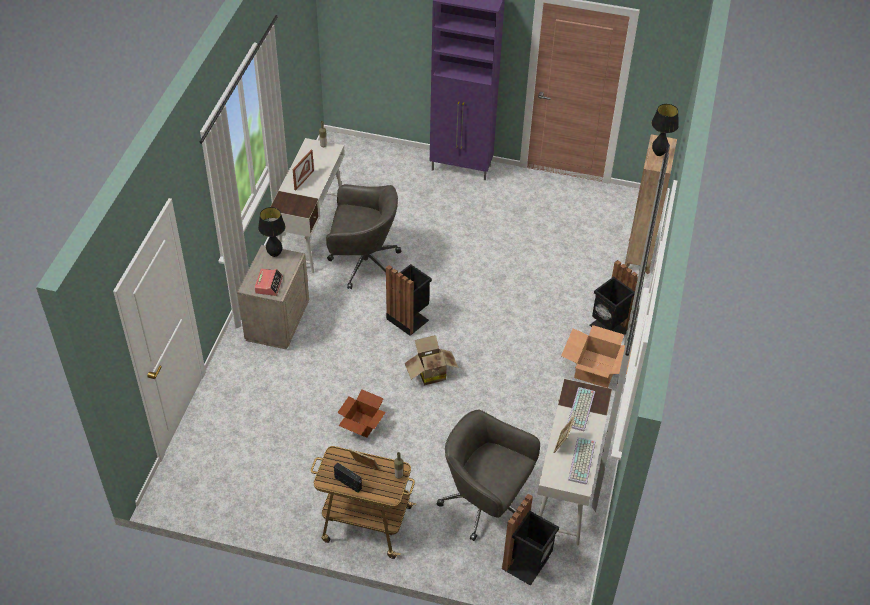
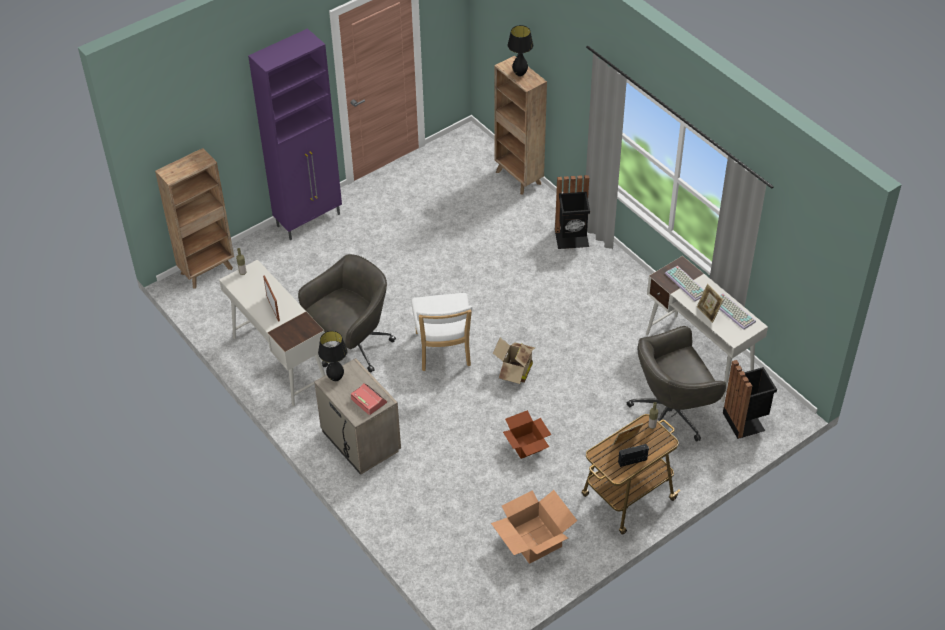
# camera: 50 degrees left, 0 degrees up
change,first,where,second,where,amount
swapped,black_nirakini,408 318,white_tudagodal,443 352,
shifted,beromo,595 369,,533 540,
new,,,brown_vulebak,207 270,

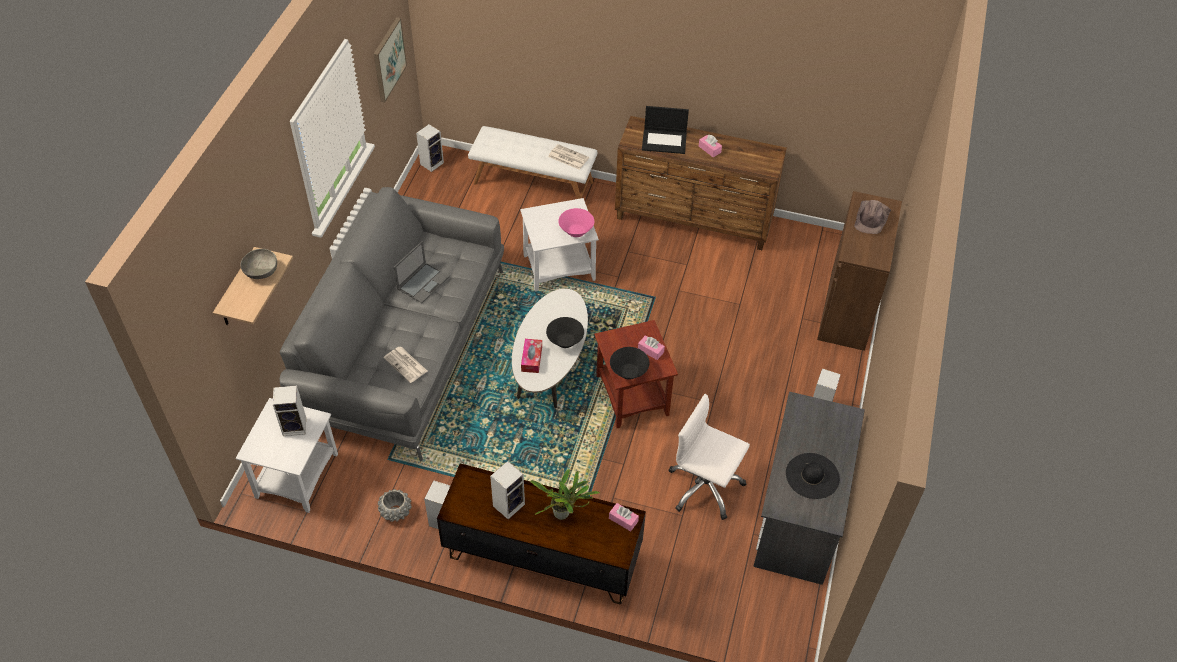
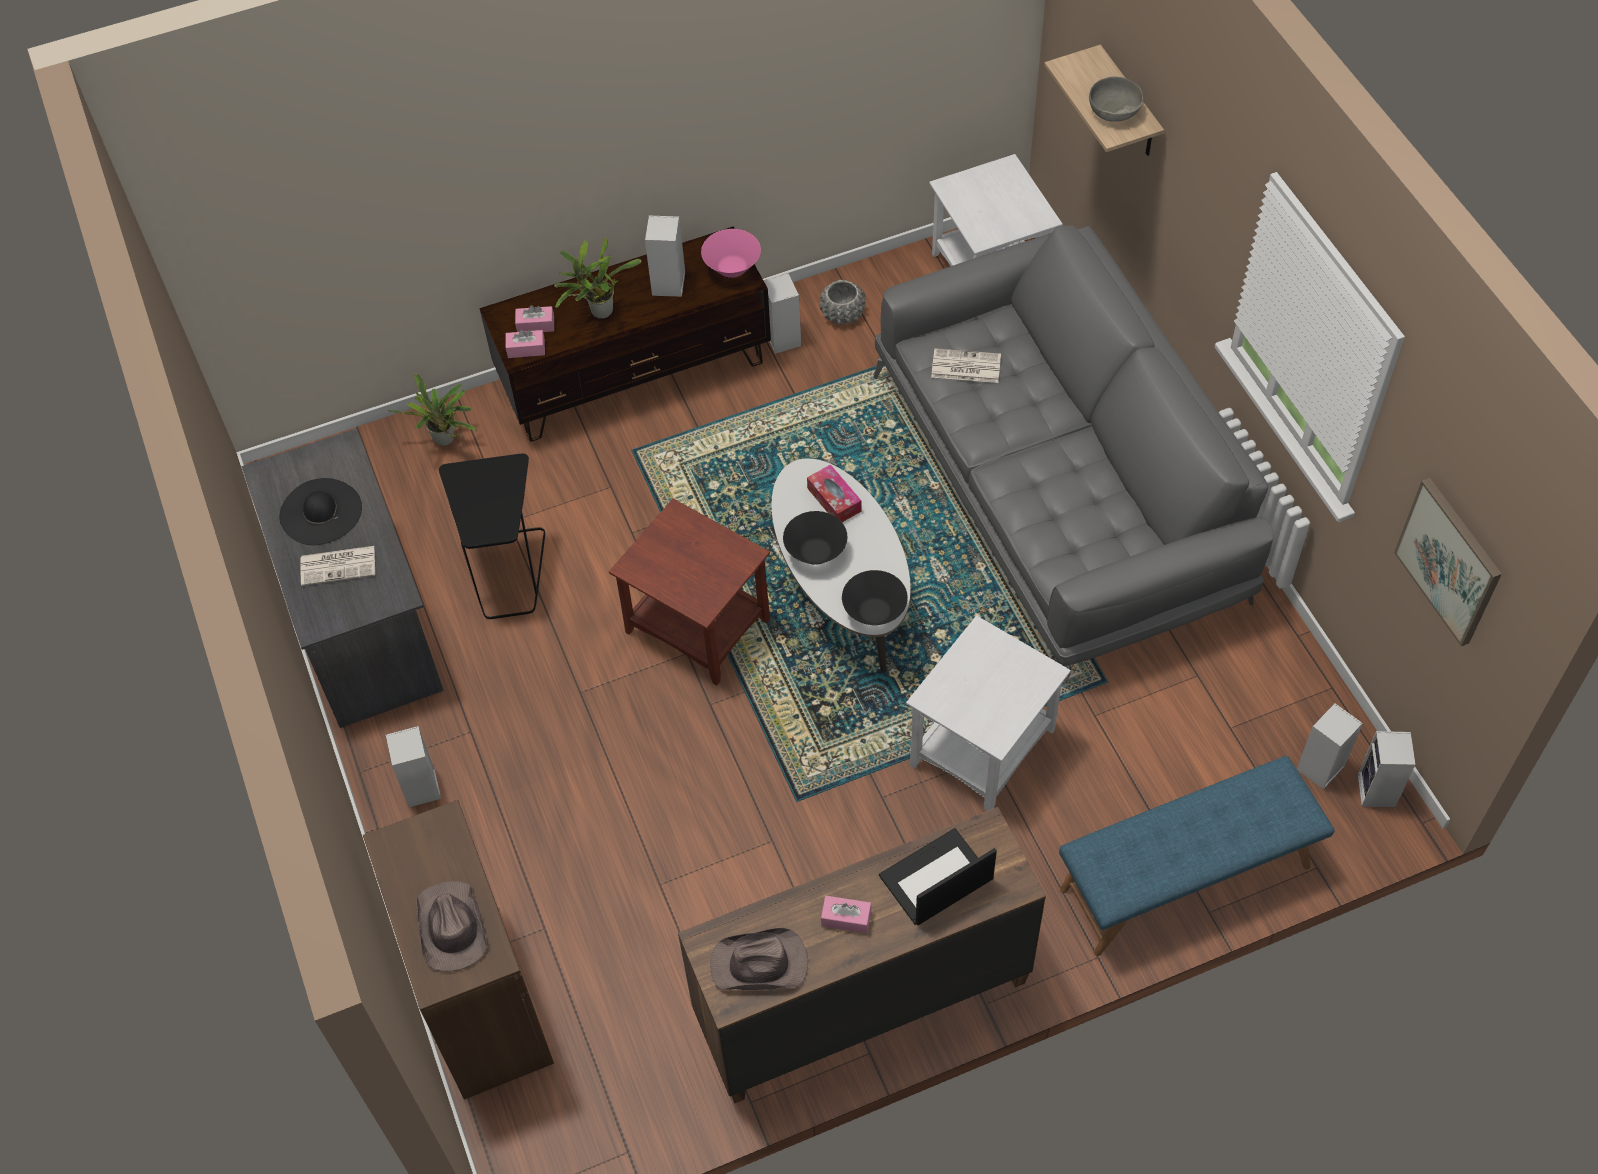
# camera: 145 degrees right, 5 degrees up
change,first,where,second,where,amount
shifted,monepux,295 426,,1320 769,
gone,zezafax,423 282,,,
repainted,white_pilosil,534 182,blue_pilosil,1185 879,
shifted,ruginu,567 157,,339 565,
shifted,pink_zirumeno,576 231,,732 268,
shifted,black_zirumeno,629 372,,874 612,
shifted,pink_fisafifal,650 350,,535 325,
swapped,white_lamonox,705 487,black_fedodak,506 572,
new,,,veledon,445 441,
new,,,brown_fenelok,760 964,

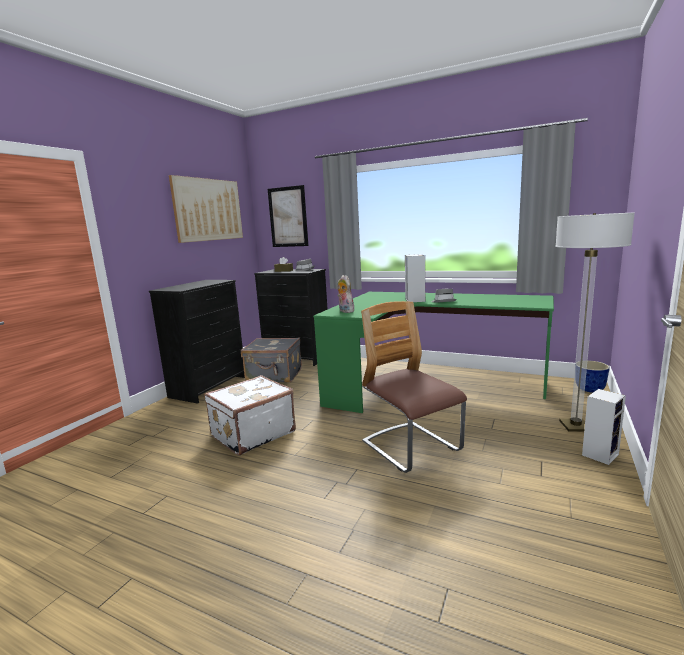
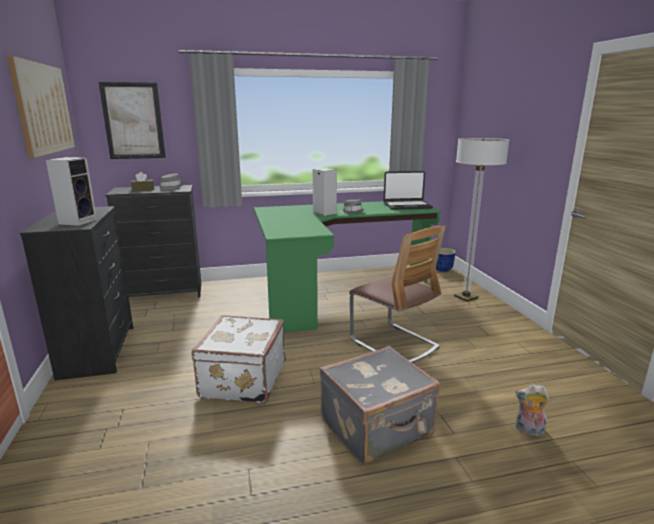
# camera: 40 degrees left, 5 degrees up
change,first,where,second,where,amount
shifted,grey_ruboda,274 376,,378 428,
shifted,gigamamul,345 311,,528 430,
rotated,tudagodal,411 448,,394 344,150 degrees counterclockwise
shifted,monepux,600 454,,78 221,
new,,,zezafax,407 206,

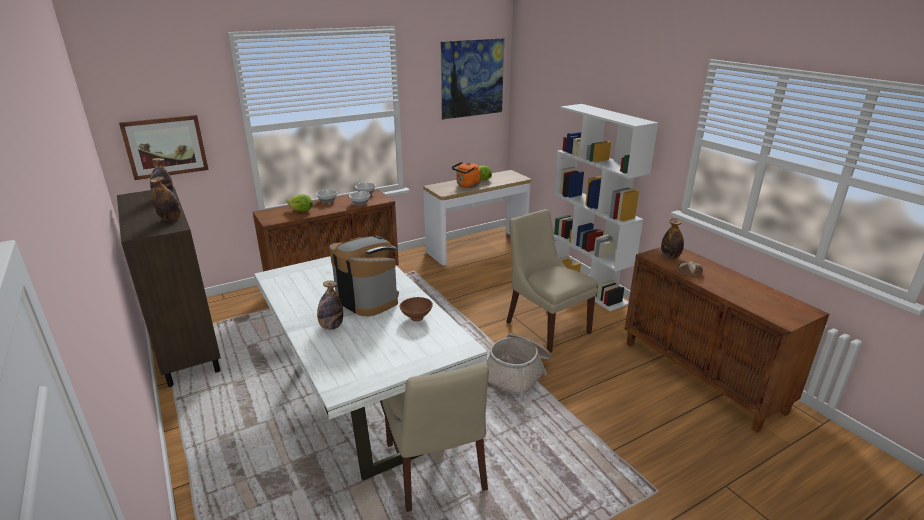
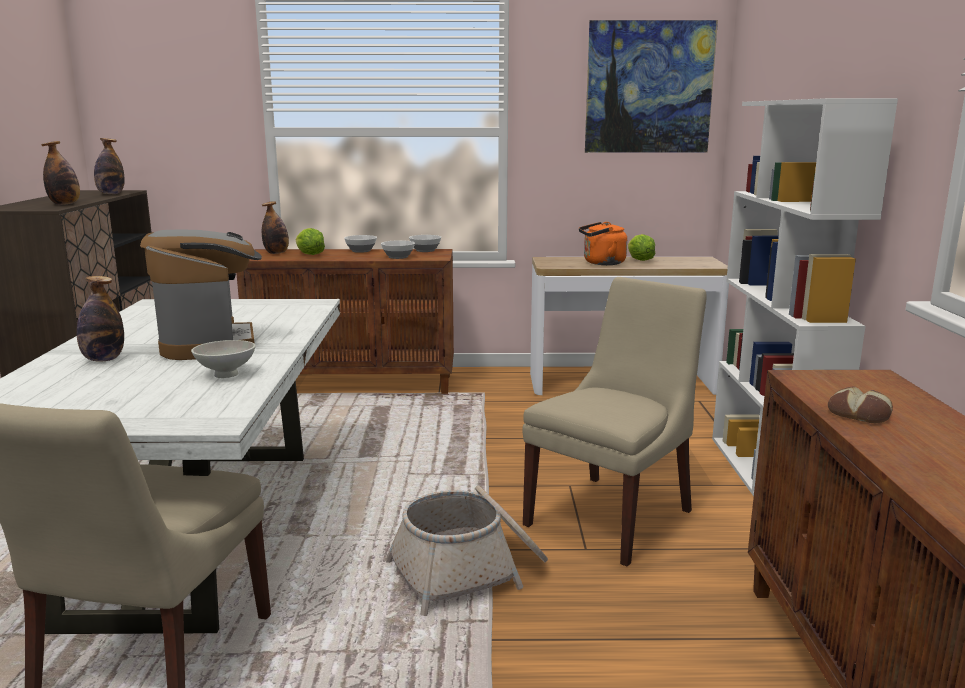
# camera: 30 degrees right, 10 degrees down
change,first,where,second,where,amount
gone,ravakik,165 146,,,
repainted,brown_zirumeno,416 318,white_zirumeno,224 374,
rotated,beige_tudagodal,545 326,,612 515,45 degrees clockwise
shifted,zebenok,670 256,,276 253,

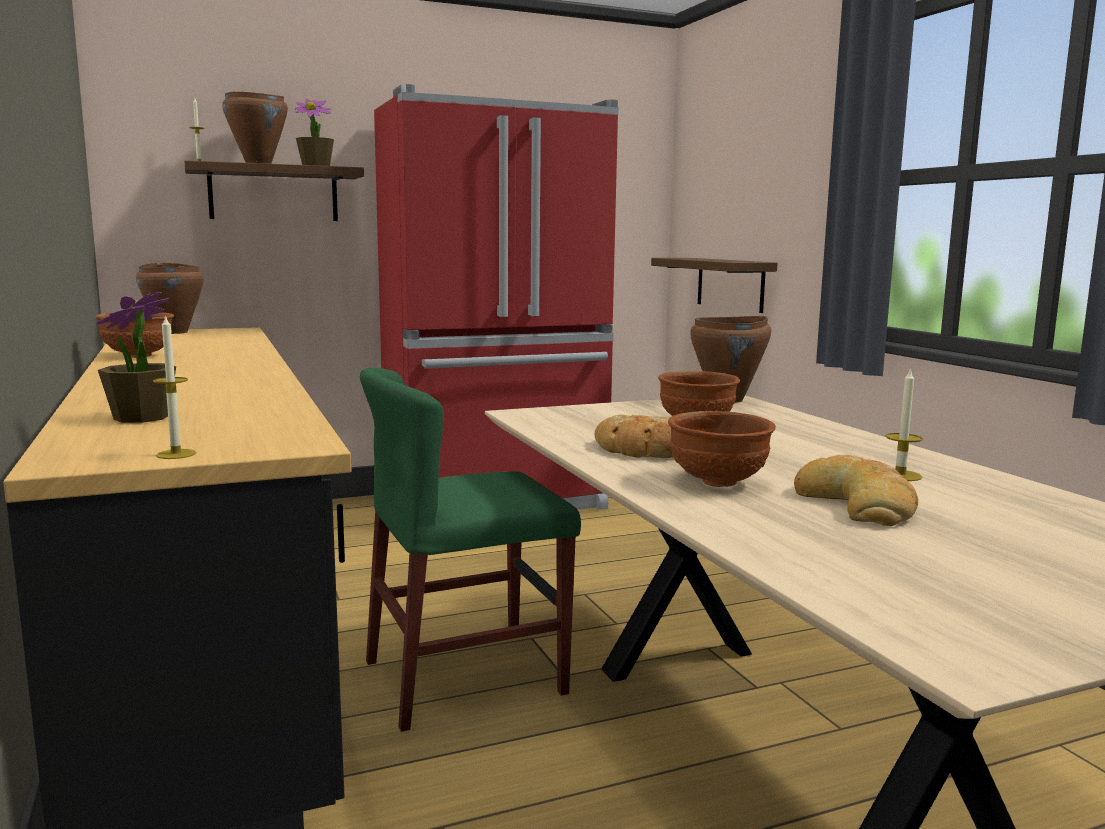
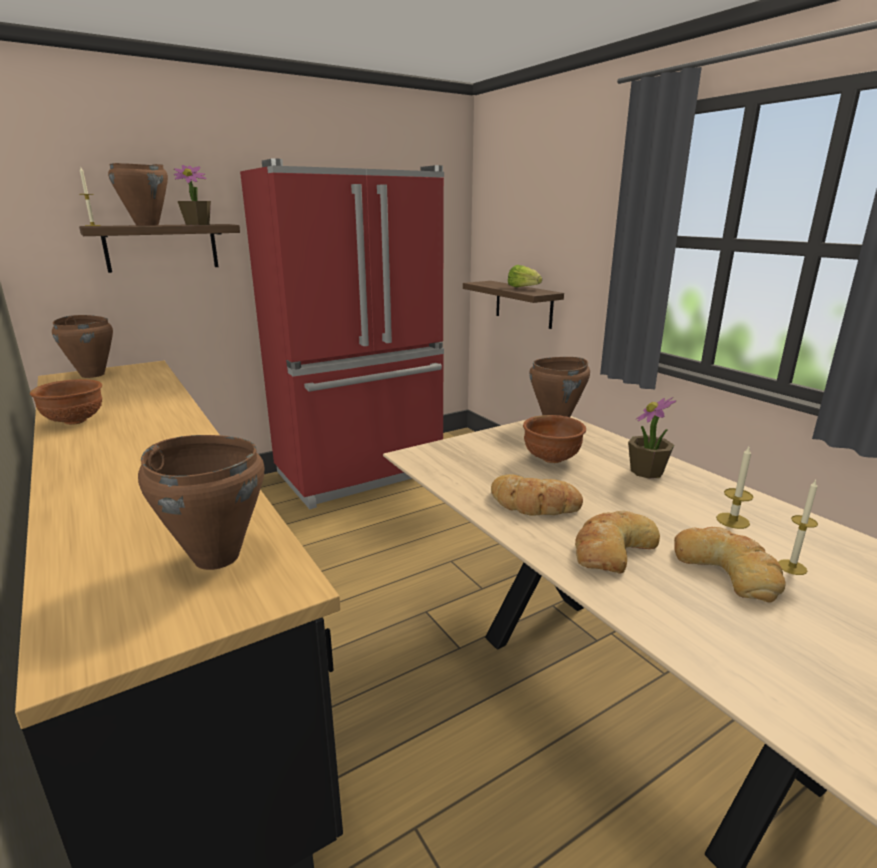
# camera: 10 degrees left, 10 degrees up
change,first,where,second,where,amount
shifted,veledon,141 417,,647 472,
shifted,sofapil,176 454,,792 567,
gone,green_tudagodal,465 677,,,
swapped,brown_zirumeno,718 483,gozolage,611 548,
new,,,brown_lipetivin,216 557,
new,,,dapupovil,523 288,

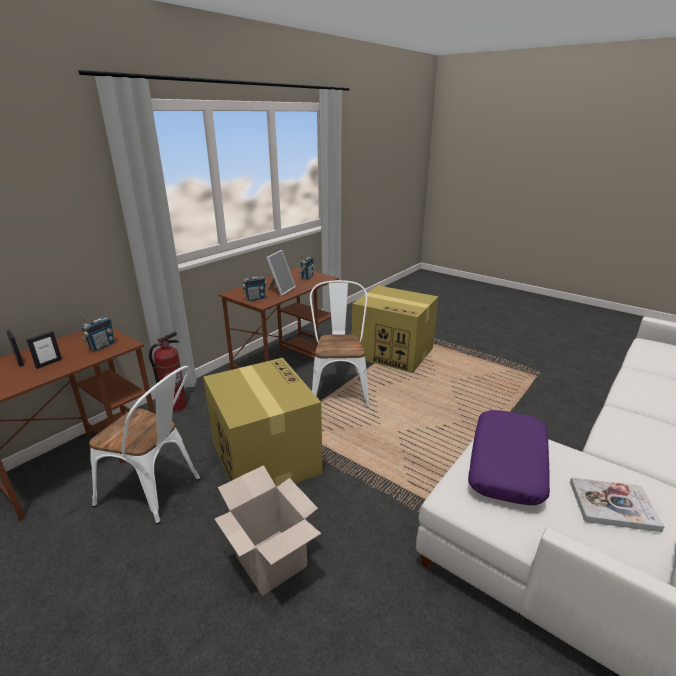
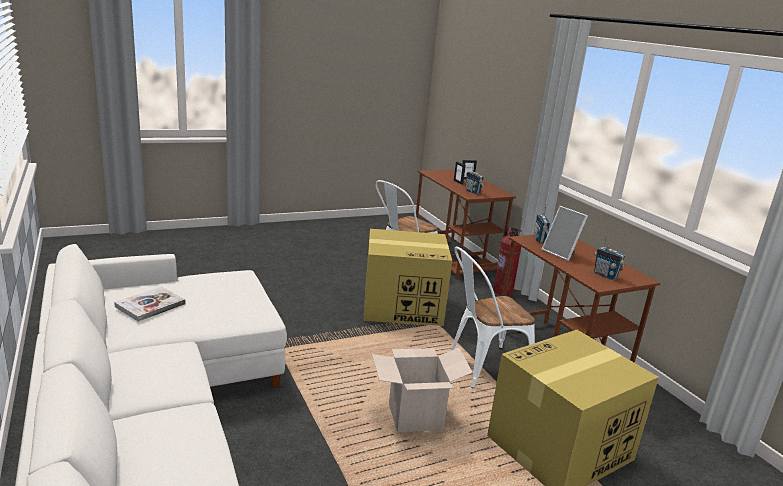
# camera: 115 degrees right, 5 degrees down
change,first,where,second,where,amount
shifted,beromo,271 561,,415 417,
rotated,white_tudagodal,339 389,,482 369,135 degrees clockwise
gone,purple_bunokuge,508 465,,,

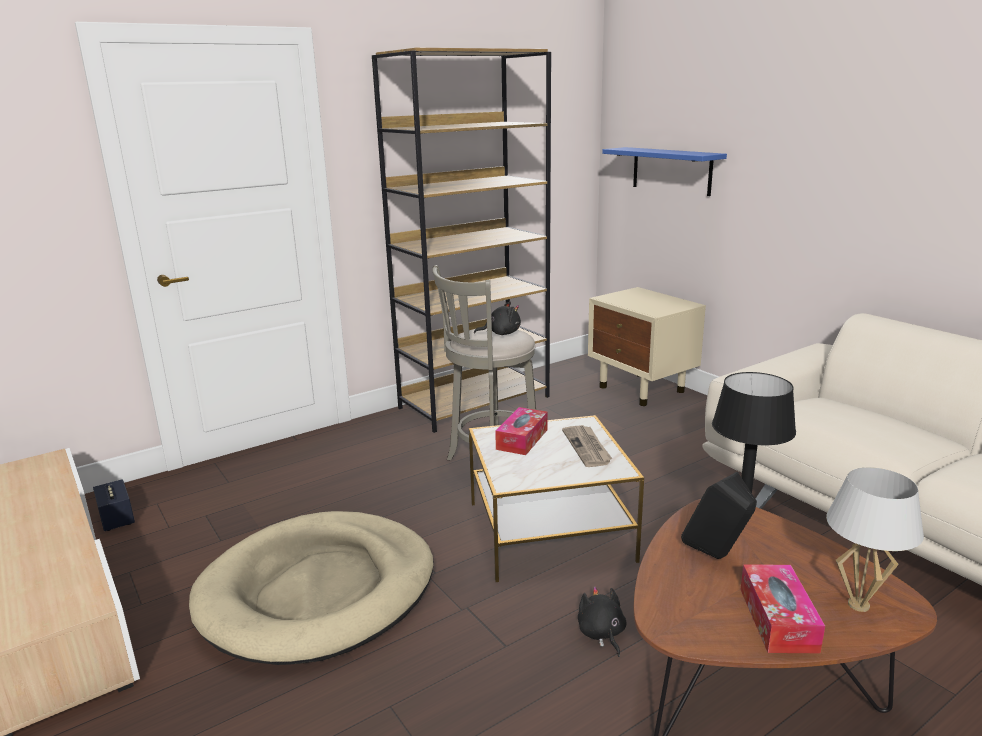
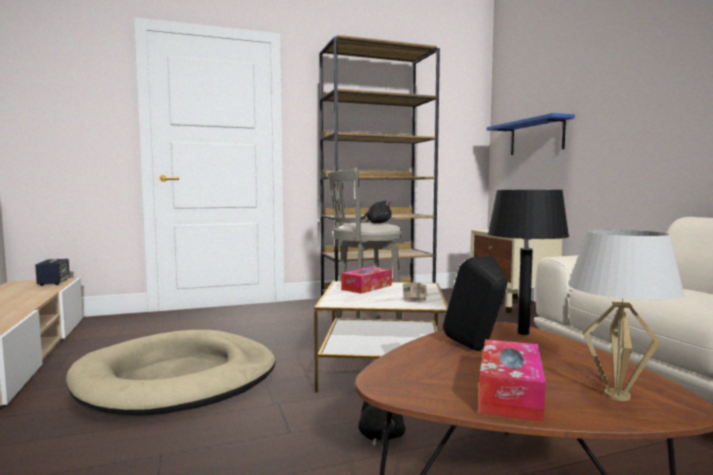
# camera: 15 degrees right, 15 degrees down
change,first,where,second,where,amount
shifted,monepux,117 519,,54 283,

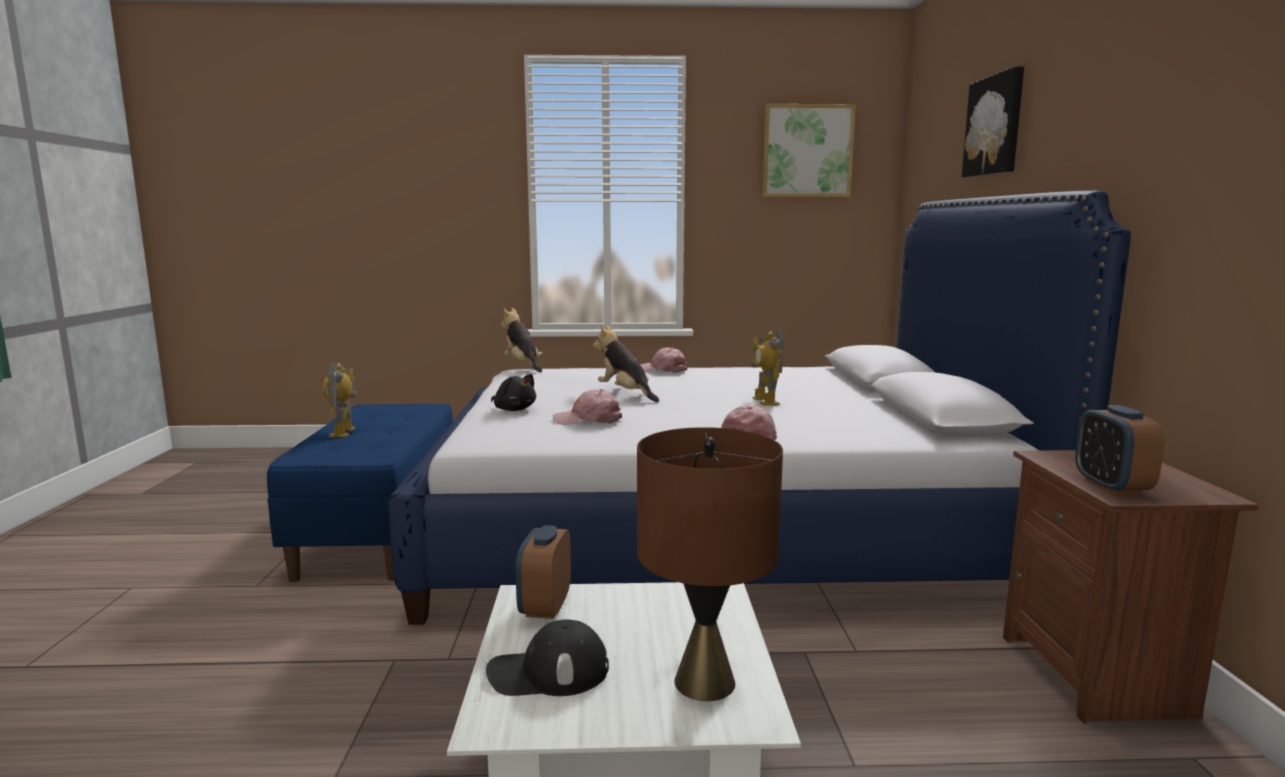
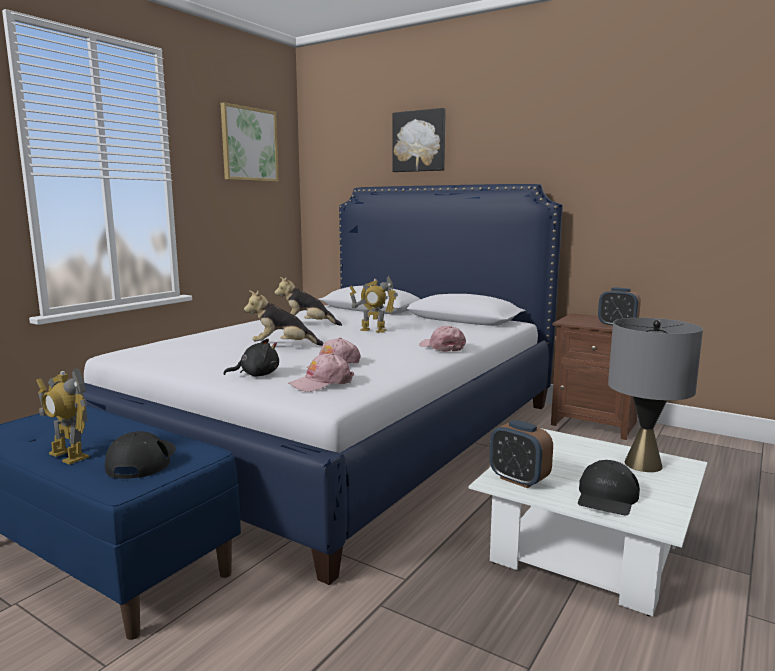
# camera: 55 degrees left, 0 degrees up
change,first,where,second,where,amount
shifted,gigamamul,523 366,,307 325,
repainted,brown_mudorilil,705 682,grey_mudorilil,643 464,
shifted,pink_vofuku,663 370,,321 383,
new,,,black_vofuku,142 461,

